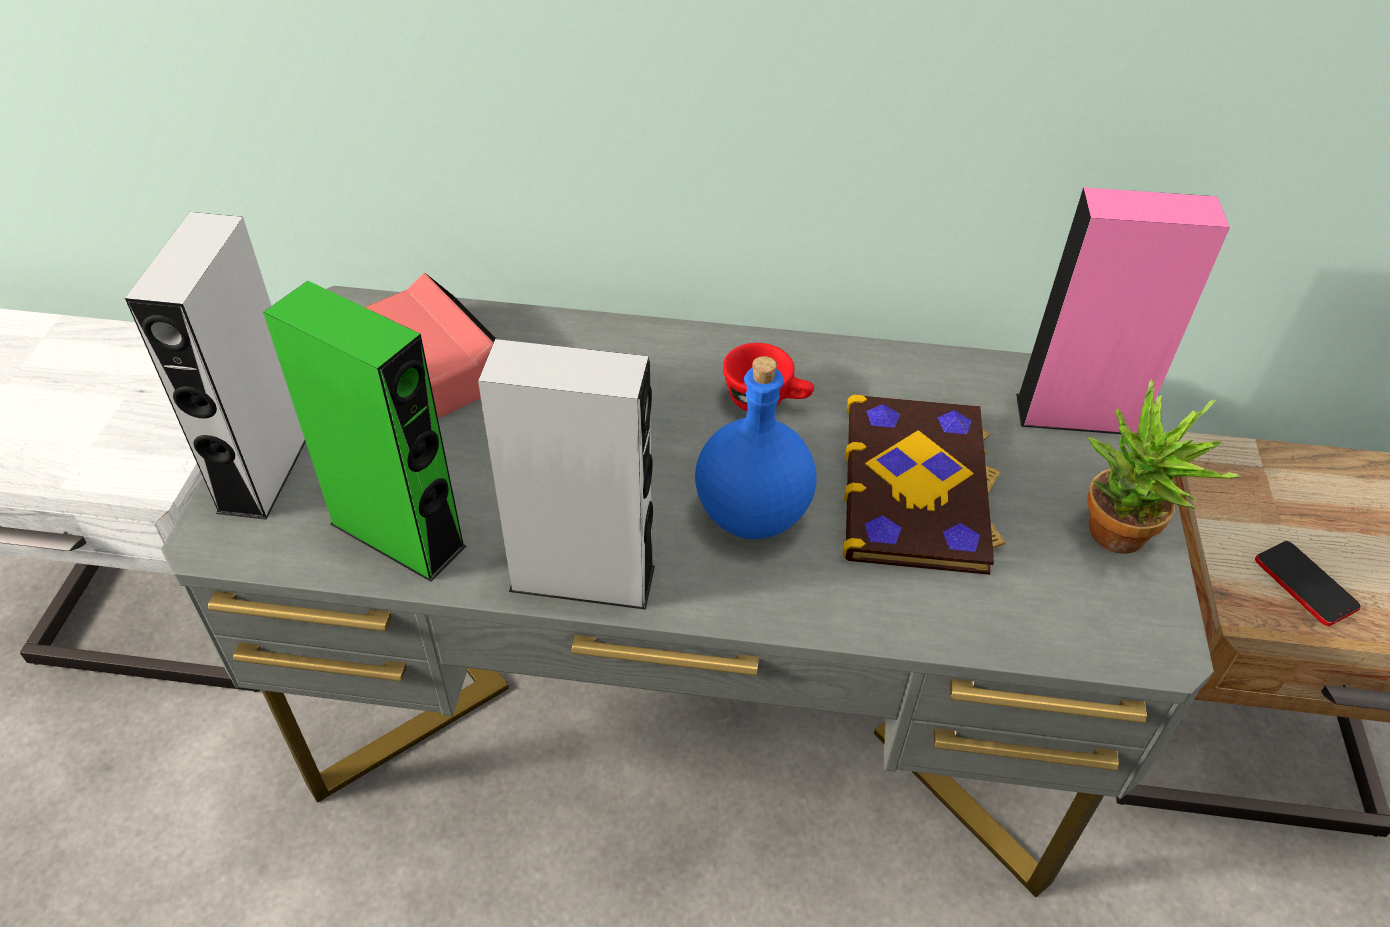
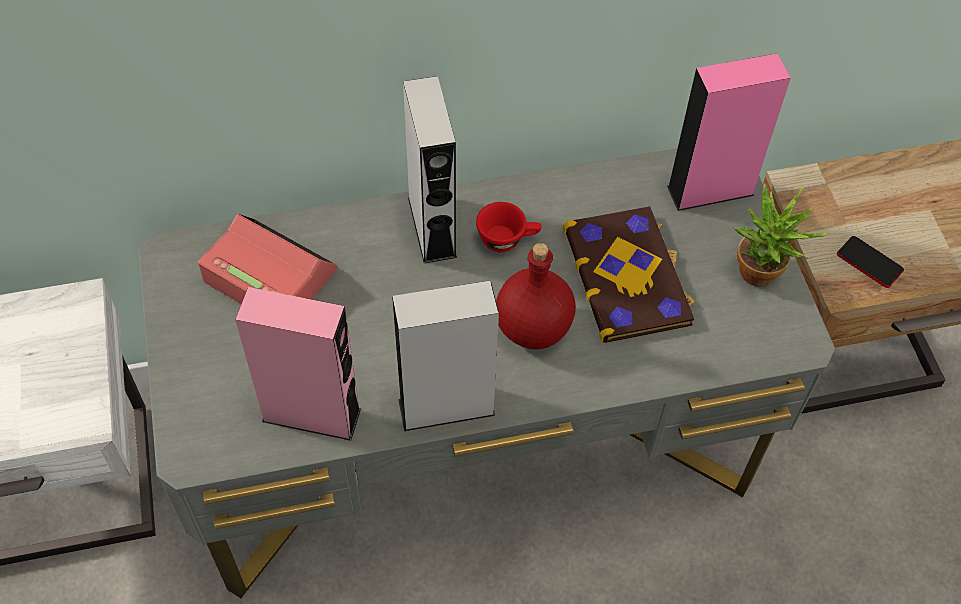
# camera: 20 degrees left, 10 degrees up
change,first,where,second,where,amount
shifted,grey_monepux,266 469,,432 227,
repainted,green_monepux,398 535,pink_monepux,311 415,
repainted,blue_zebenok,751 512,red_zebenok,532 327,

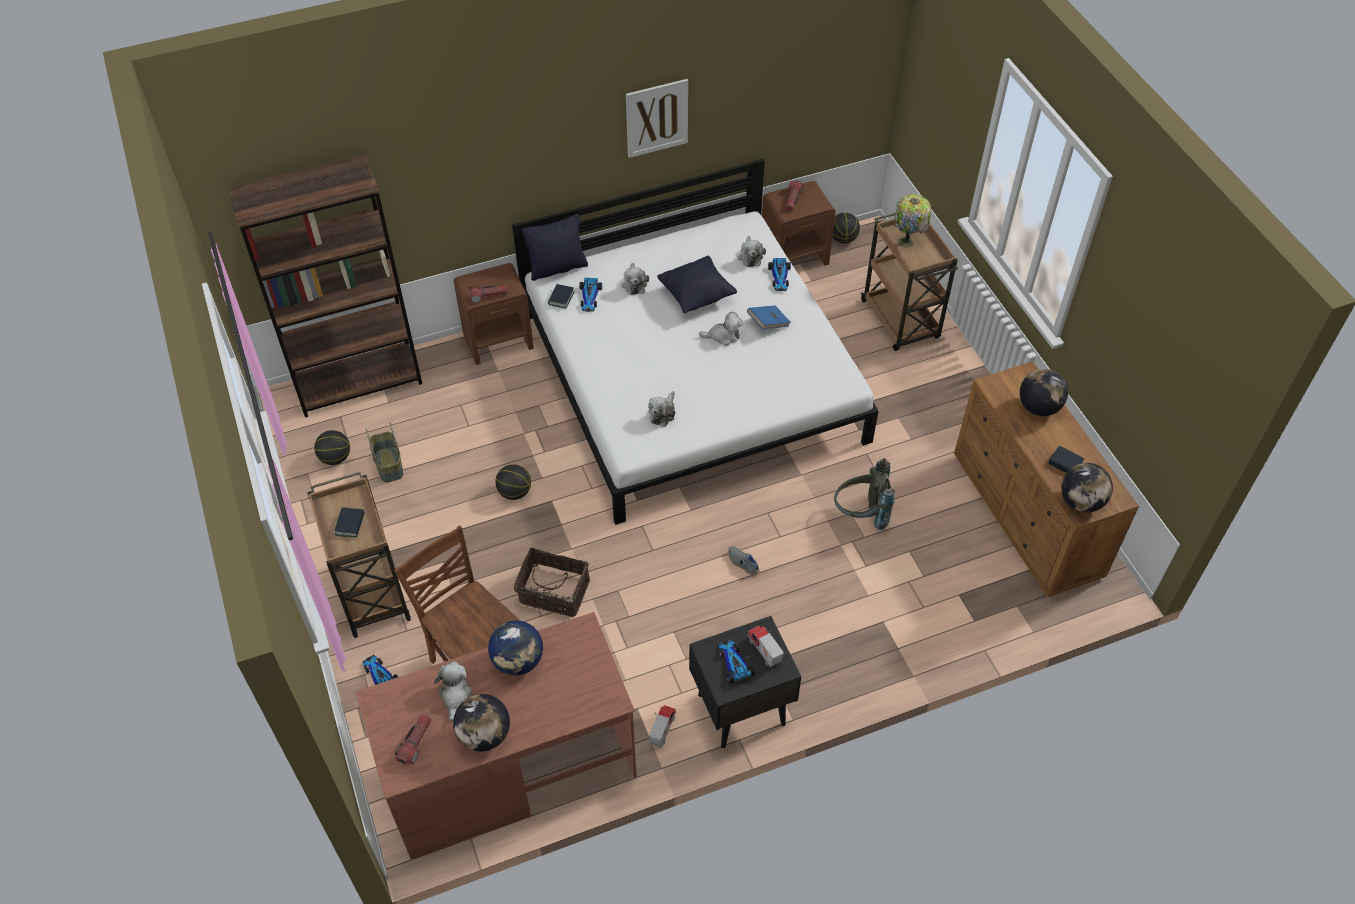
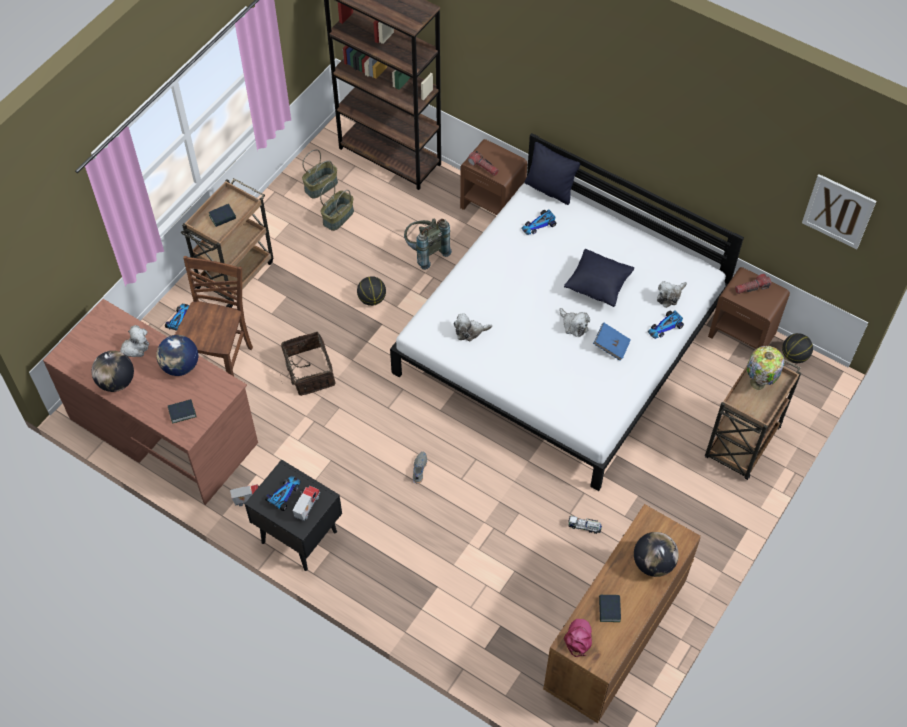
# camera: 55 degrees right, 5 degrees up
change,first,where,second,where,amount
swapped,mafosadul,335 457,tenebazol,321 186,
gone,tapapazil,415 742,,,
shifted,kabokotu,561 298,,182 412,
gone,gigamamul,634 283,,,
shifted,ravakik,657 118,,838 211,
shifted,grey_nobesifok,861 515,,425 252,
swapped,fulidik,1080 502,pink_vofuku,578 639,
new,,,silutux,584 527,

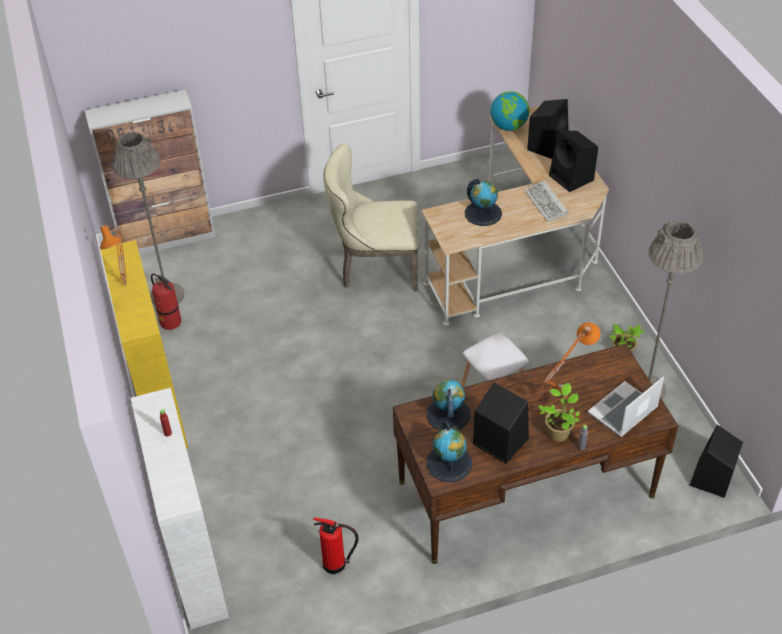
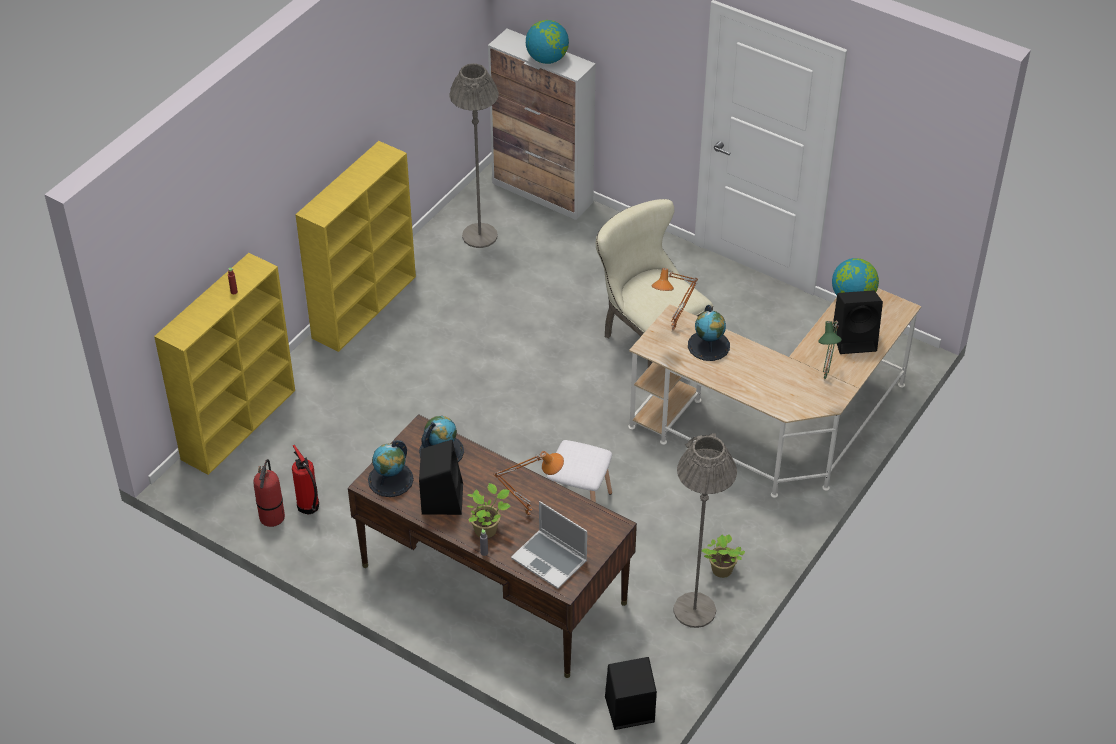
# camera: 50 degrees right, 0 degrees up
change,first,where,second,where,amount
shifted,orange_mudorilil,127 285,,674 331,
repainted,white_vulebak,194 561,yellow_vulebak,239 423,
shifted,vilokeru,171 322,,272 517,
gone,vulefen,547 203,,,
swapped,black_monepux,572 178,green_mudorilil,826 379,
rotated,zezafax,623 411,,550 560,150 degrees counterclockwise
new,,,fulidik,547 59,

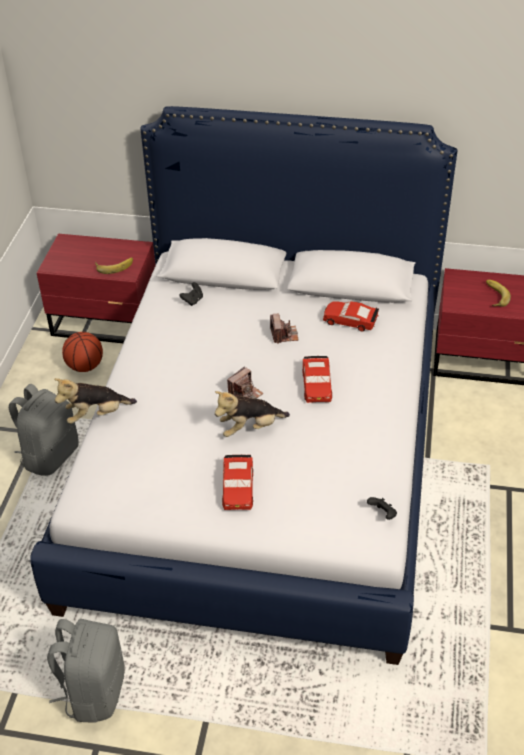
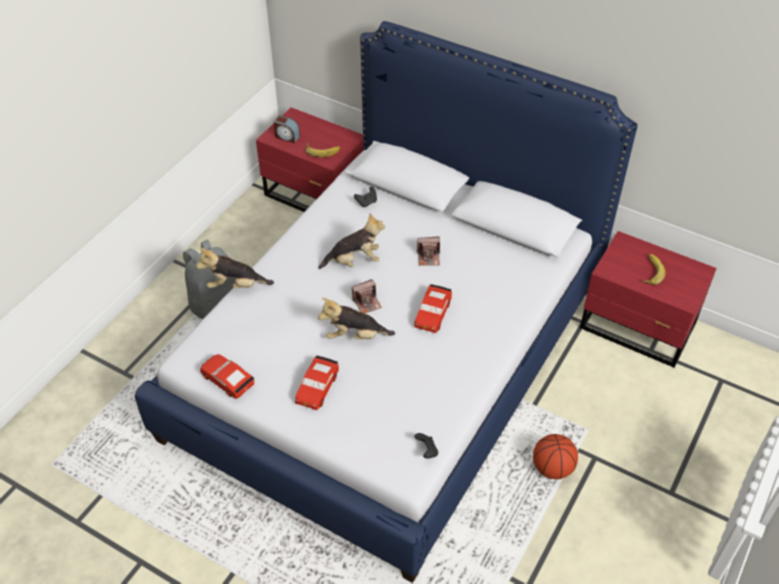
# camera: 20 degrees right, 5 degrees up
change,first,where,second,where,amount
gone,grey_nobesifok,94 691,,,
shifted,mafosadul,85 366,,552 468,
rotated,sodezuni,284 335,,429 257,75 degrees clockwise
shifted,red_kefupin,350 320,,228 380,
new,,,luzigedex,287 136,
new,,,gigamamul,354 261,

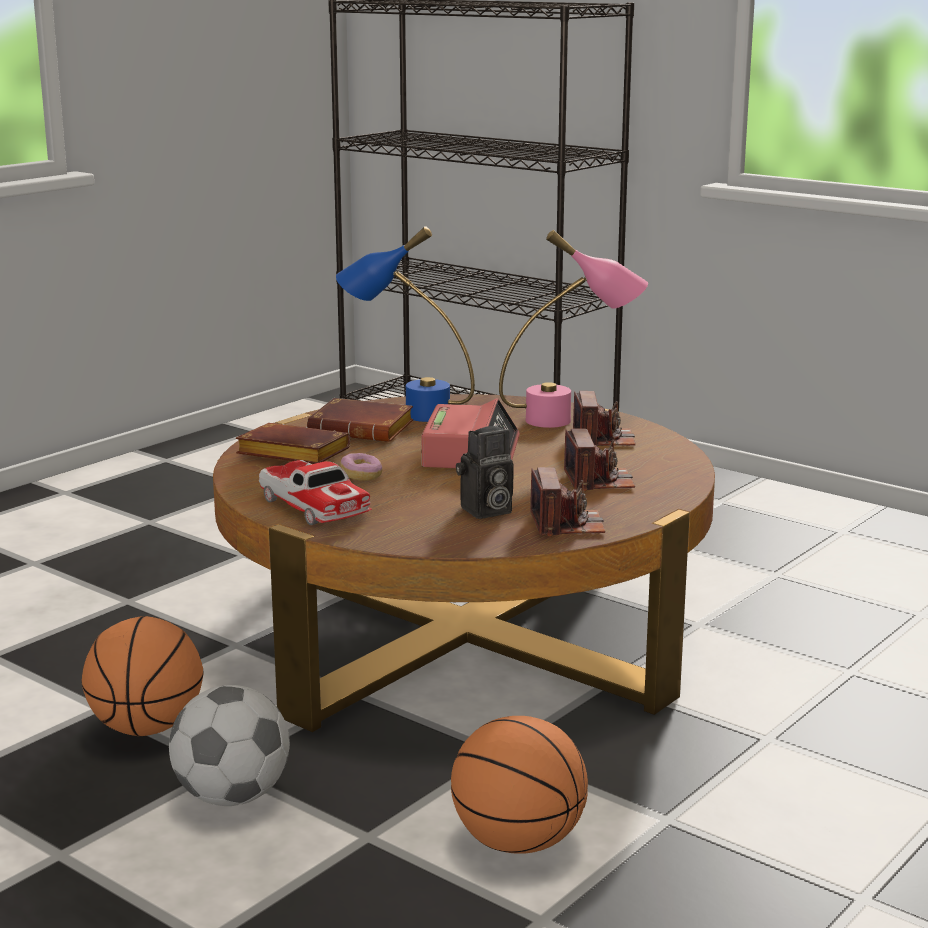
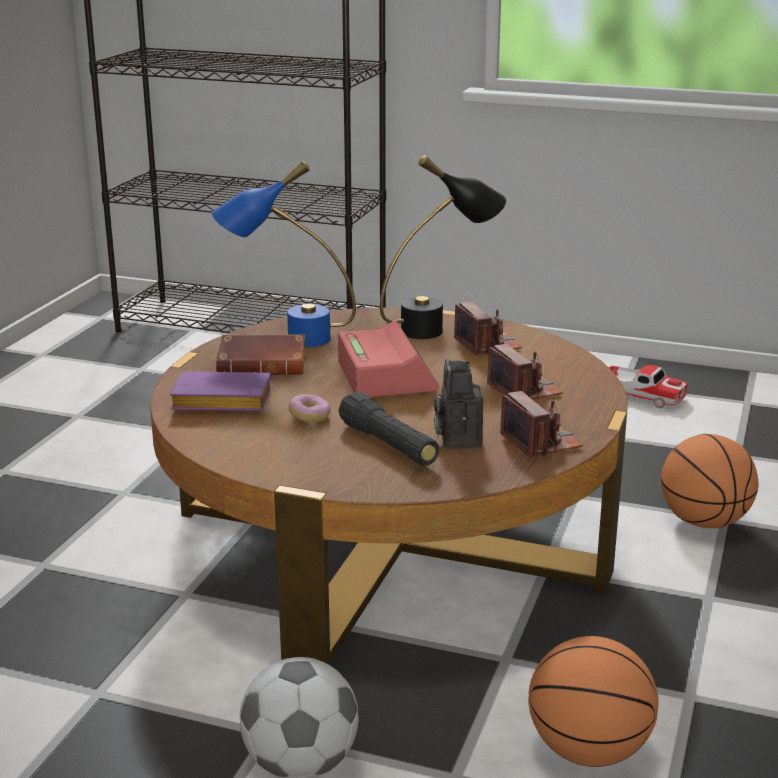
# camera: 20 degrees left, 5 degrees up
change,first,where,second,where,amount
shifted,mafosadul,147 728,,704 522,
repainted,brown_kabokotu,289 454,purple_kabokotu,219 402,
shifted,kefupin,313 506,,640 395,
rotated,sodezuni,485 511,,457 439,135 degrees clockwise
repainted,pink_mudorilil,570 420,black_mudorilil,440 328,
new,,,black_tapapazil,389 445,

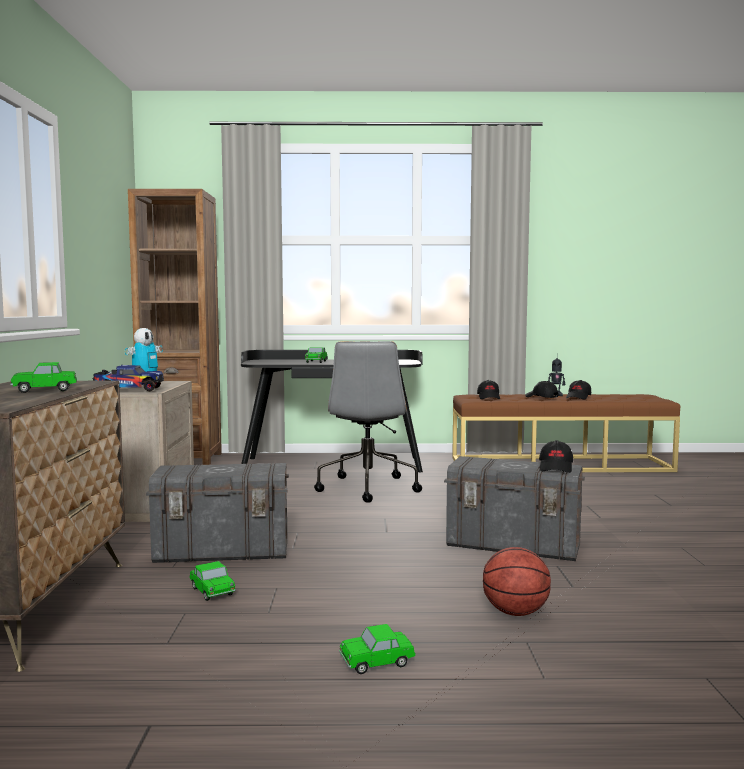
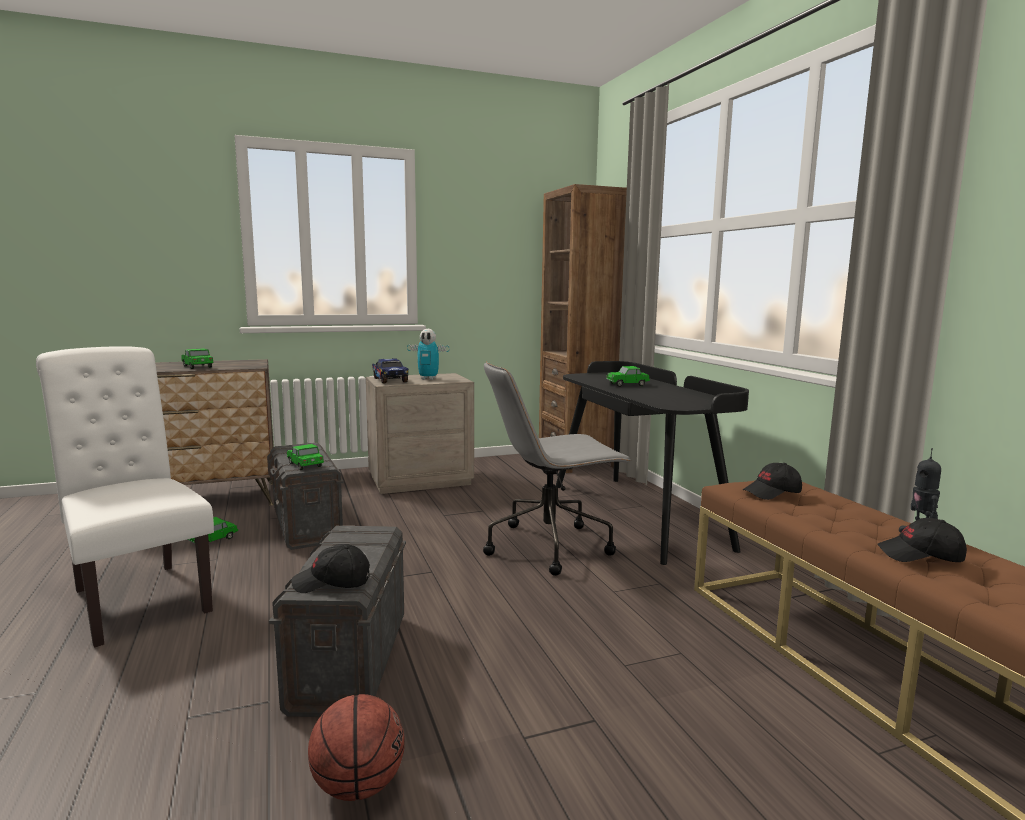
# camera: 70 degrees right, 5 degrees up
change,first,where,second,where,amount
shifted,kefupin,377 662,,305 465,
shifted,mafosadul,515 612,,358 785,
gone,black_vofuku,541 397,,,
new,,,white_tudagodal,137 597,

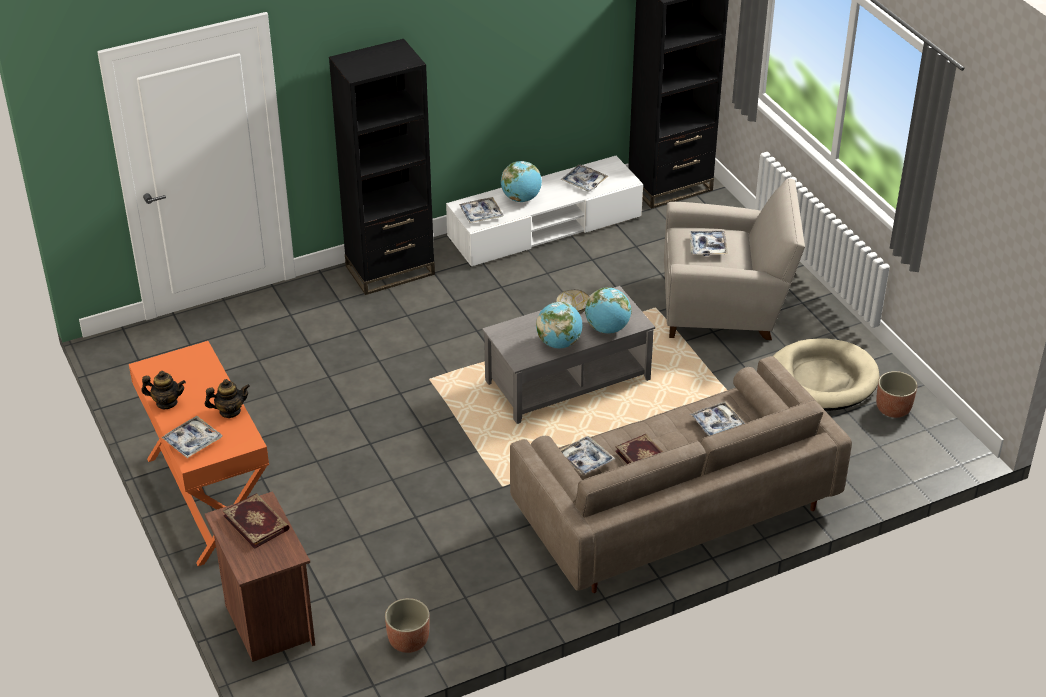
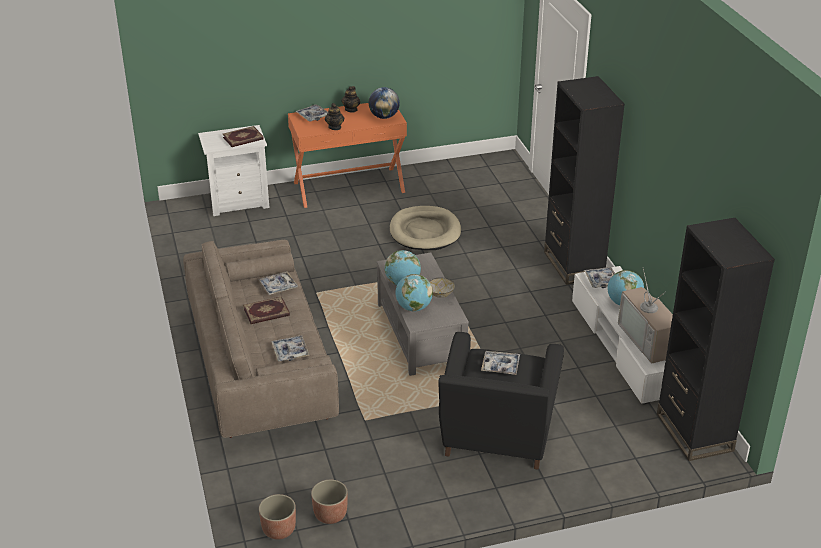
# camera: 100 degrees right, 5 degrees down
change,first,where,second,where,amount
repainted,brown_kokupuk,267 622,white_kokupuk,239 202,
shifted,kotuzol,409 640,,279 530,
swapped,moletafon,584 182,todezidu,649 340,
repainted,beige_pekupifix,725 307,black_pekupifix,497 435,
shifted,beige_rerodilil,820 380,,425 231,
new,,,fulidik,384 117,

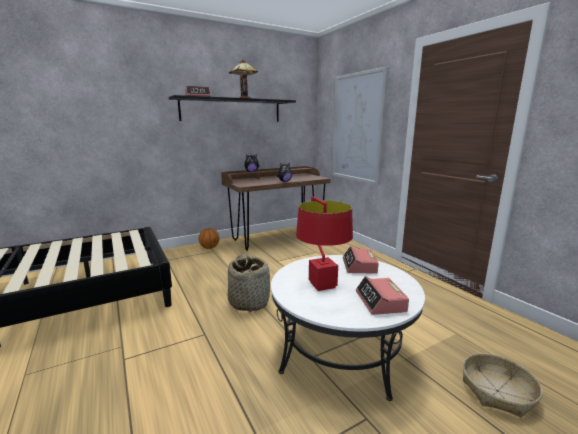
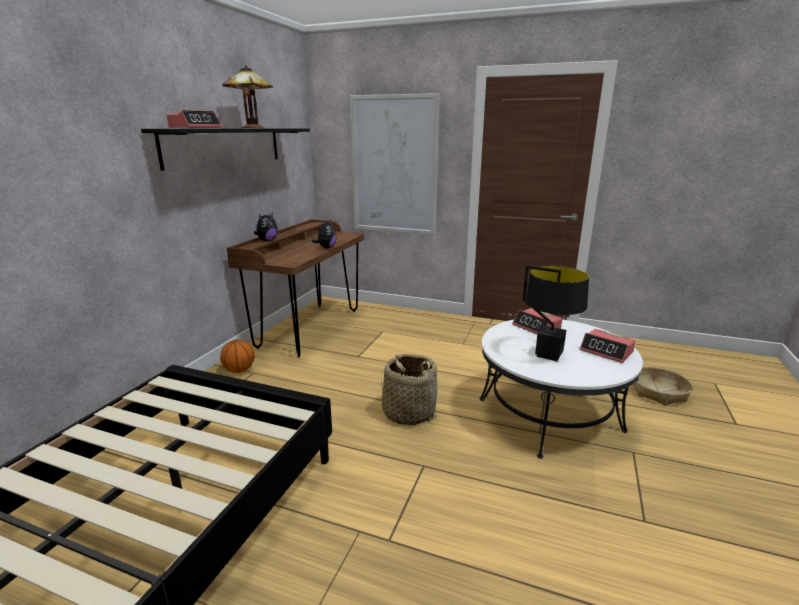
# camera: 40 degrees left, 5 degrees up
change,first,where,second,where,amount
repainted,red_mudorilil,322 285,black_mudorilil,548 354,

